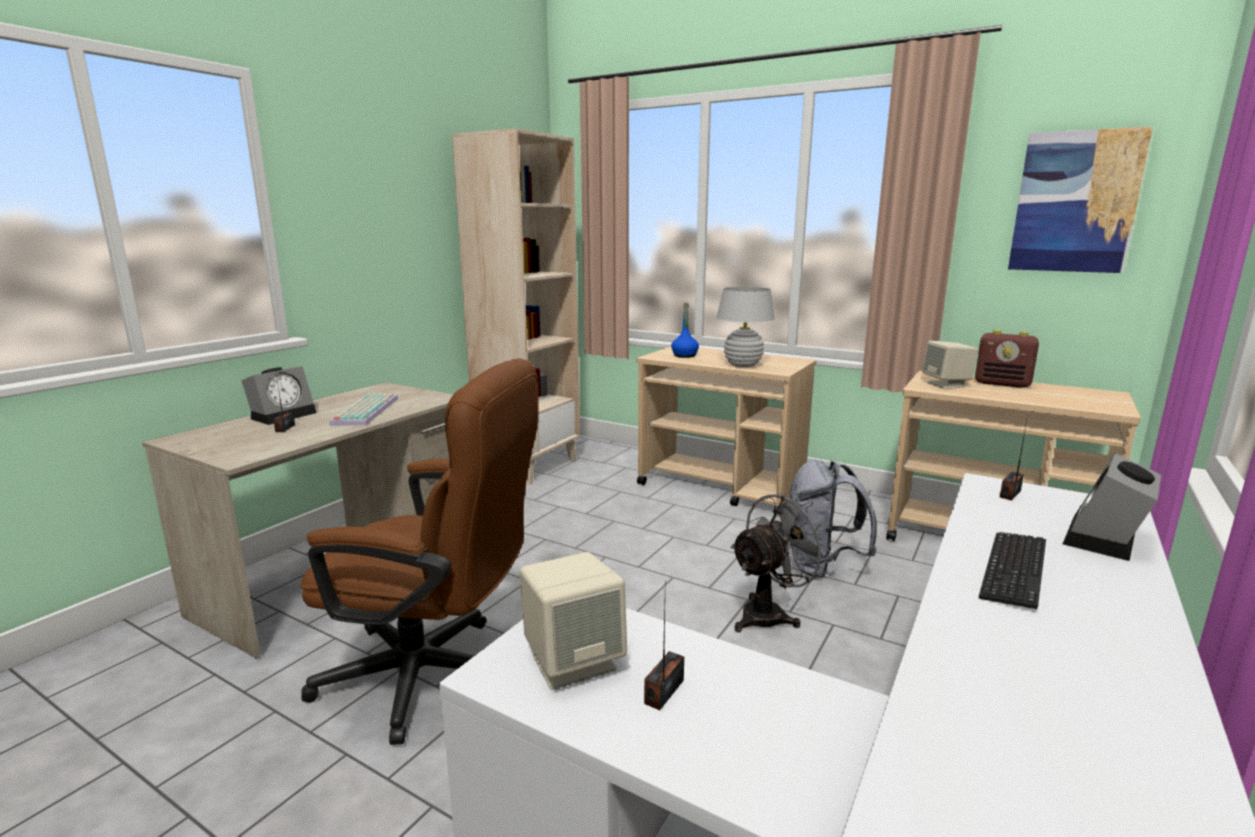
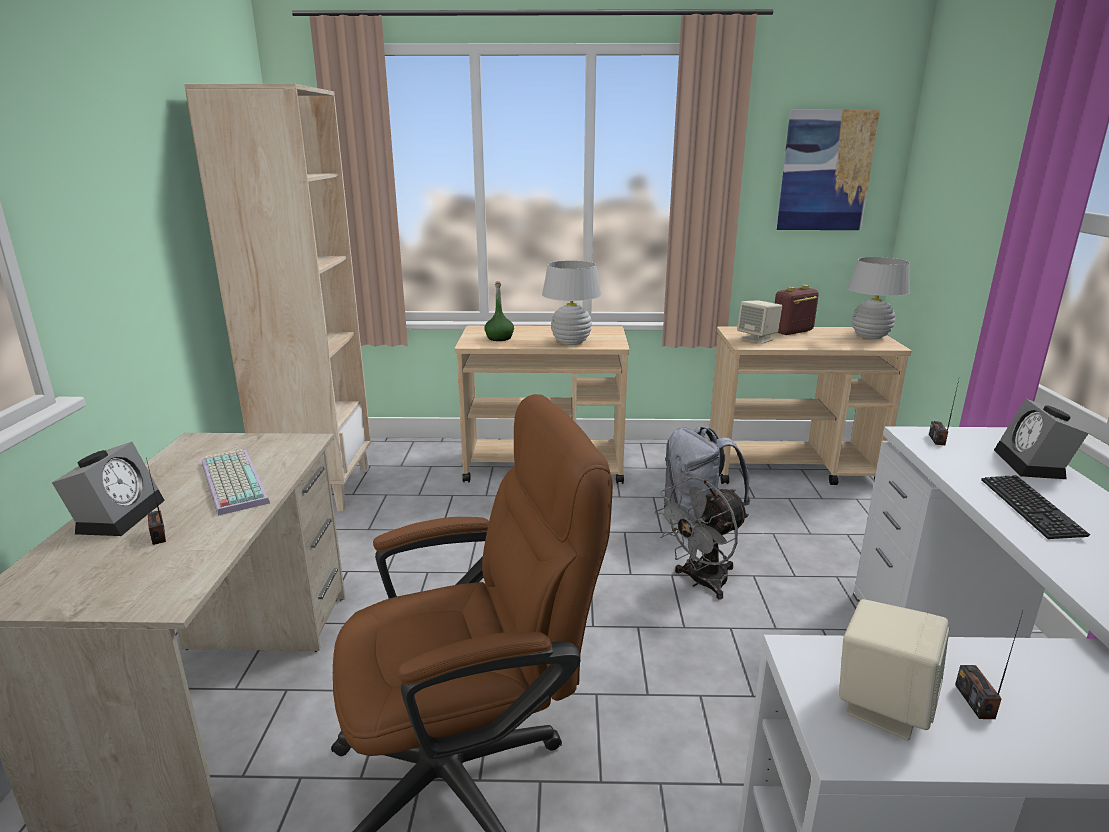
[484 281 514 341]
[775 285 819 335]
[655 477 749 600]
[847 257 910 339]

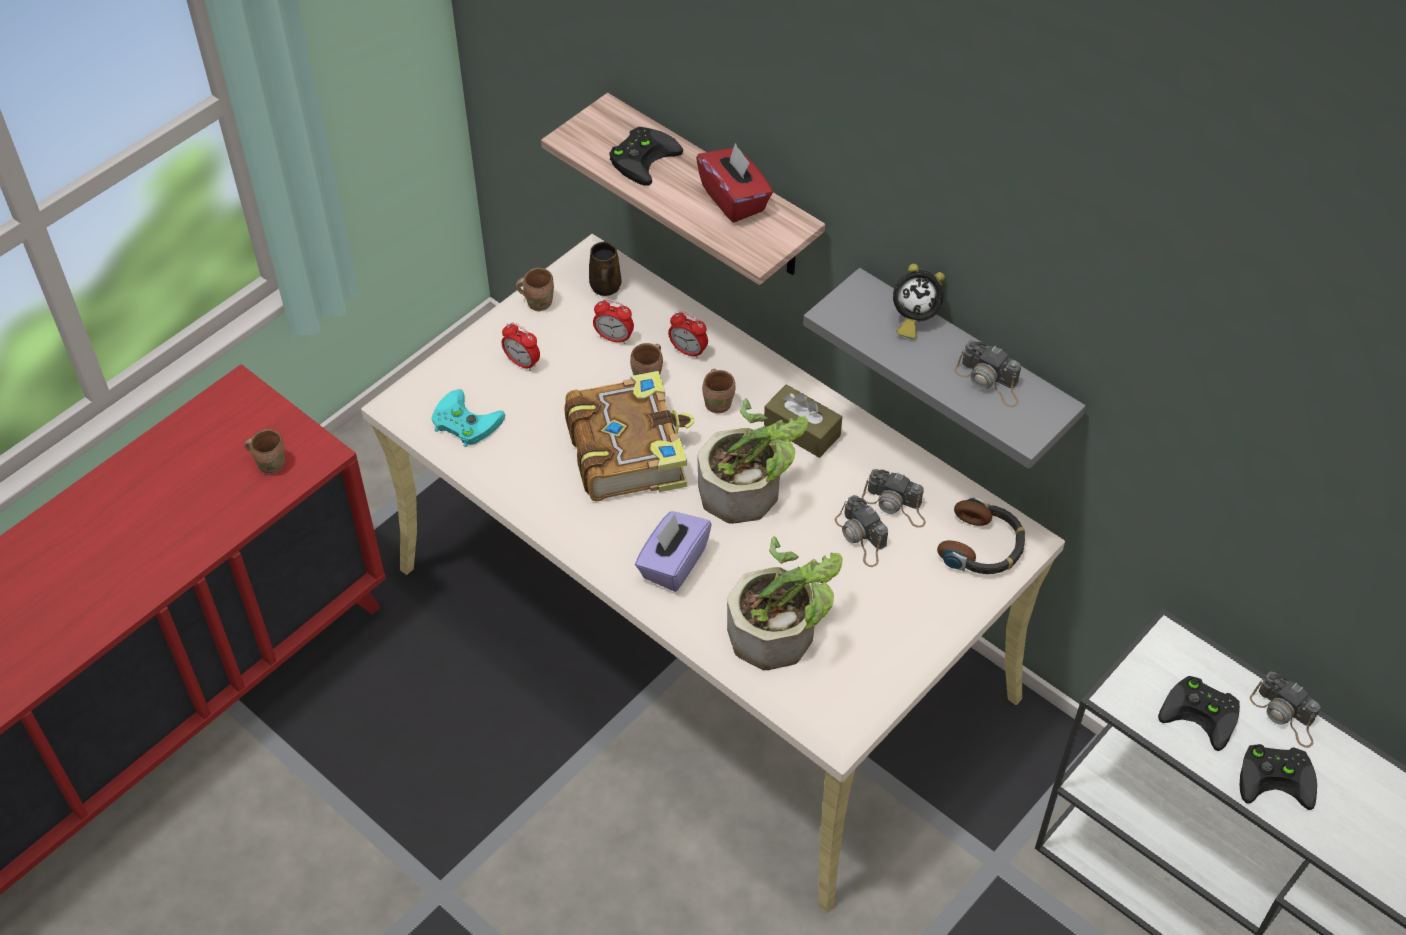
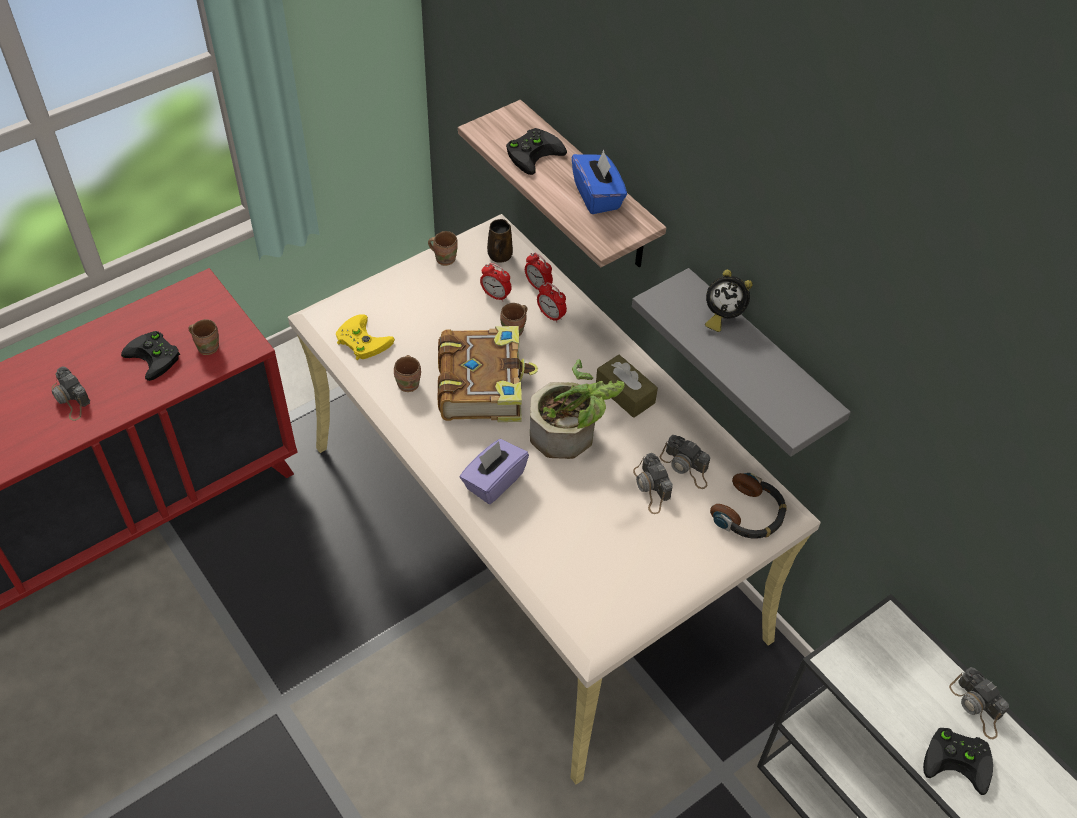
[572 150 627 214]
[525 253 553 290]
[52 366 90 421]
[394 355 421 392]
[336 314 395 360]
[727 536 843 670] (first image)
[121 331 180 381]

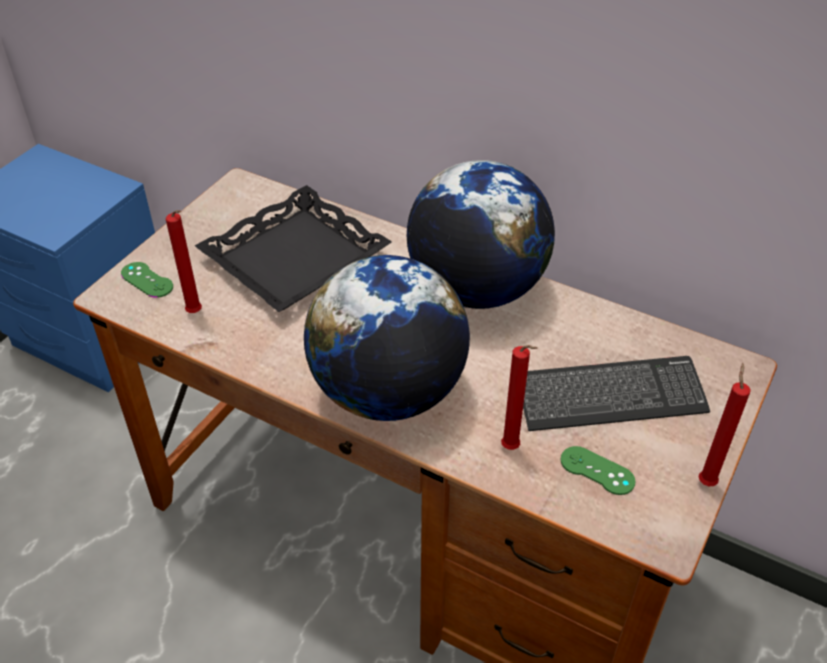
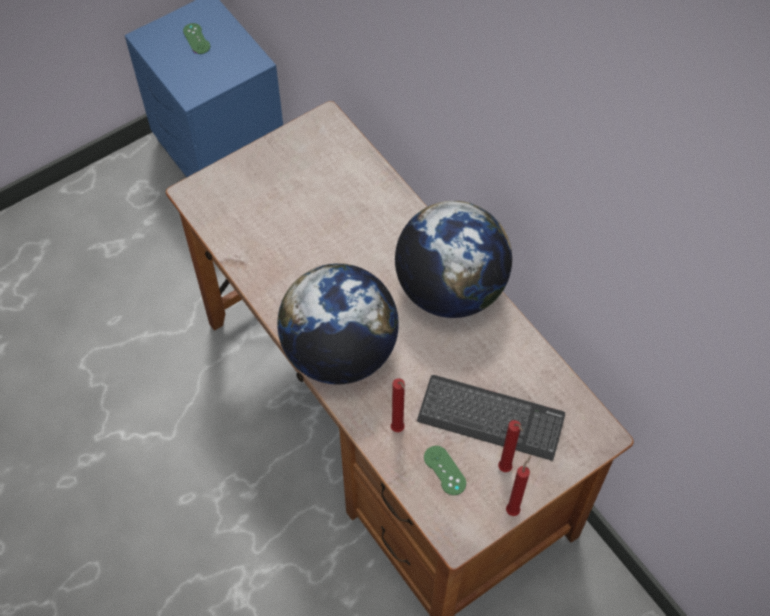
[195 185 392 312] (first image)
[498 420 523 472]
[183 23 210 54]

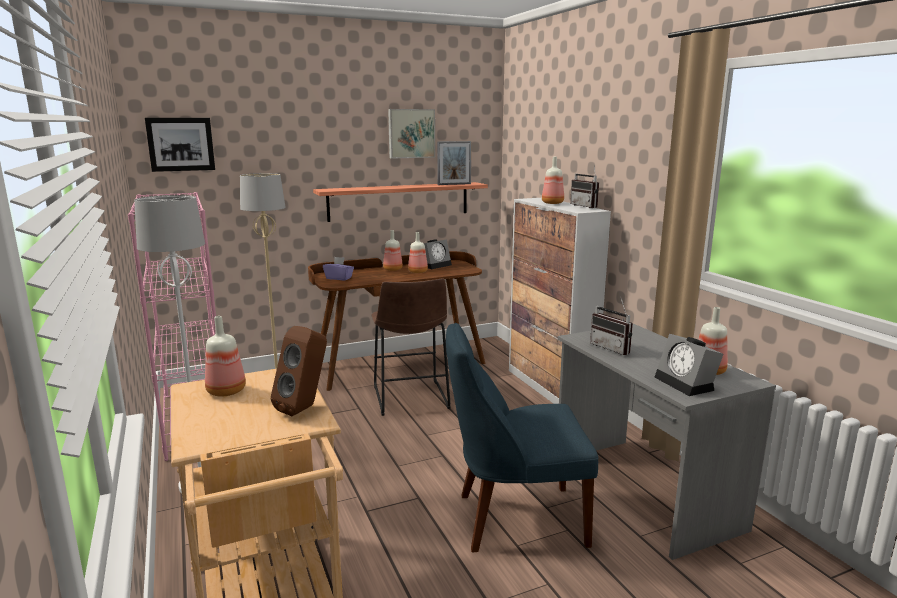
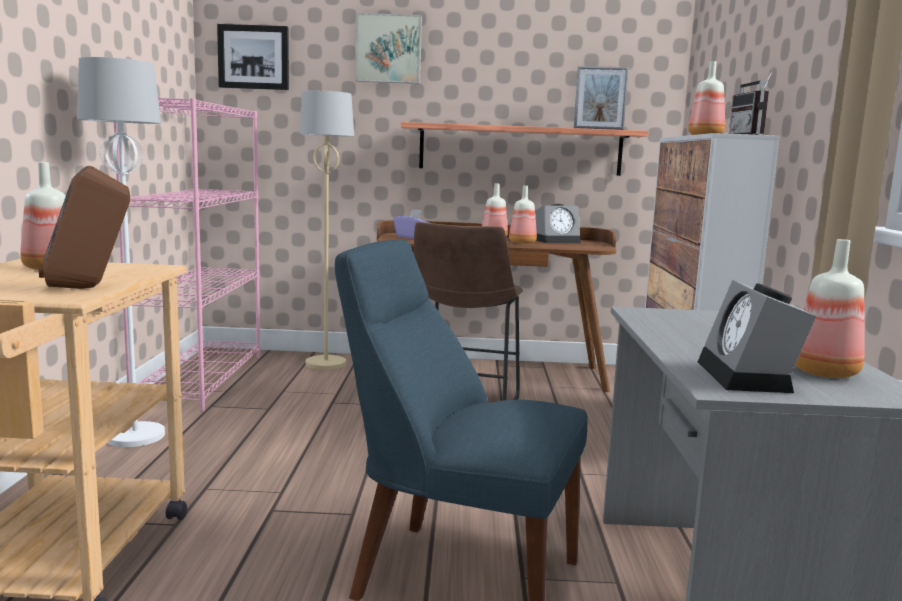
[355 13 422 84]
[590 296 633 355] (first image)

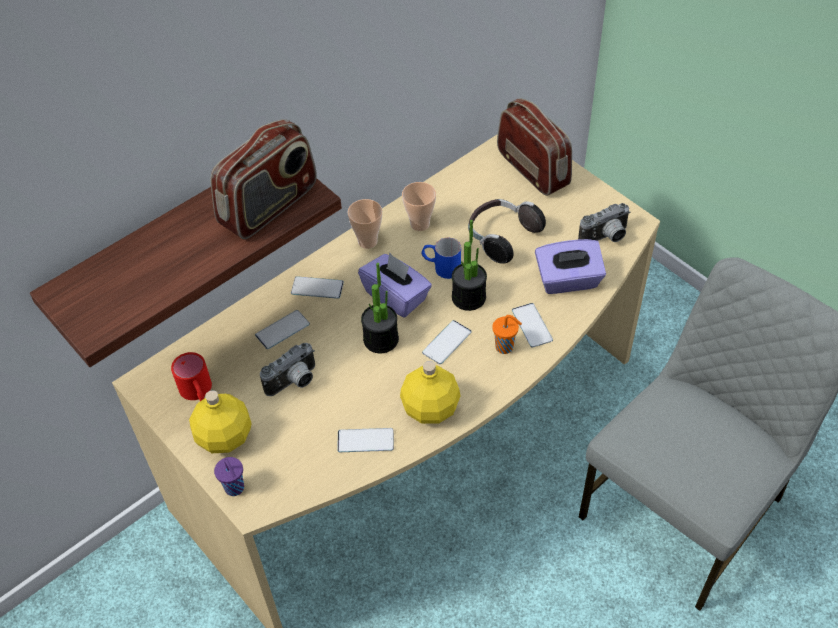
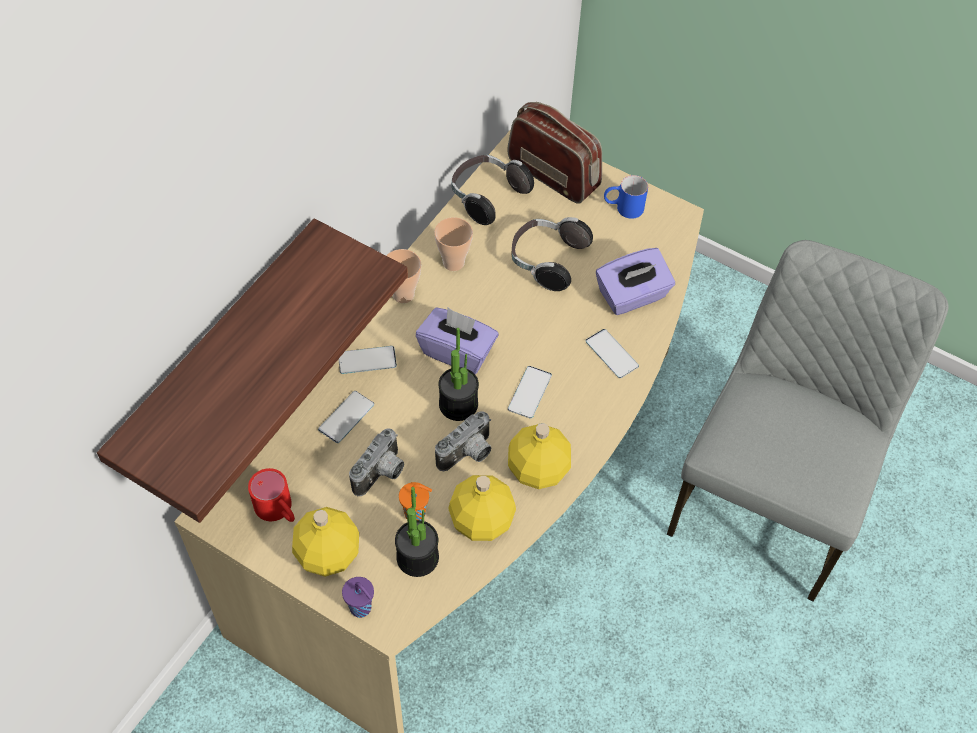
[211 119 317 240] (first image)
[435 411 491 472]
[395 487 439 577]
[604 175 648 219]
[399 482 432 521]
[448 475 516 541]
[451 155 534 225]

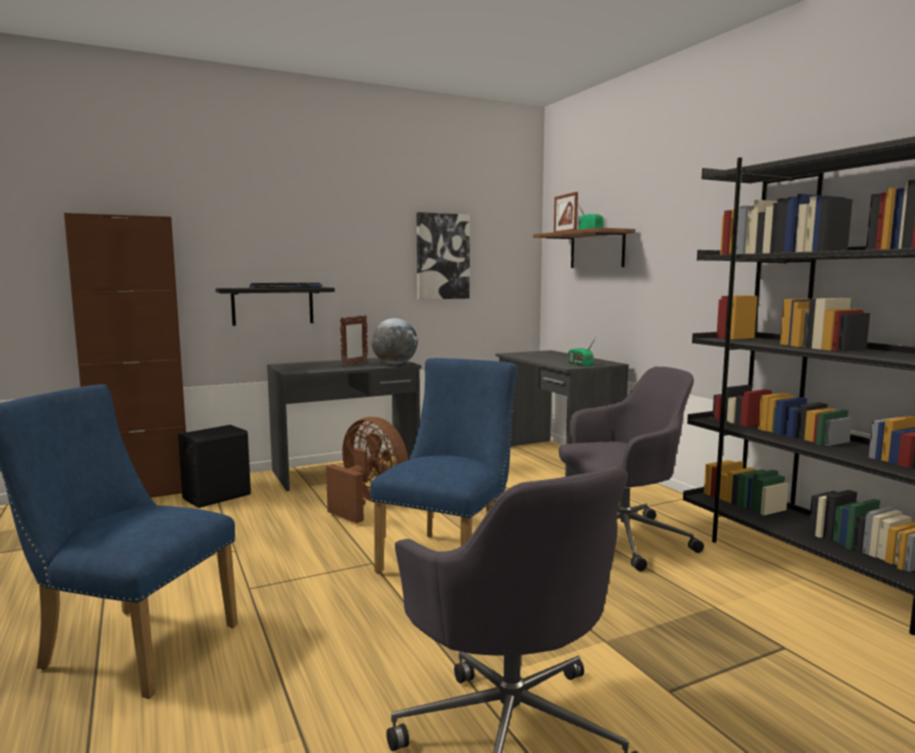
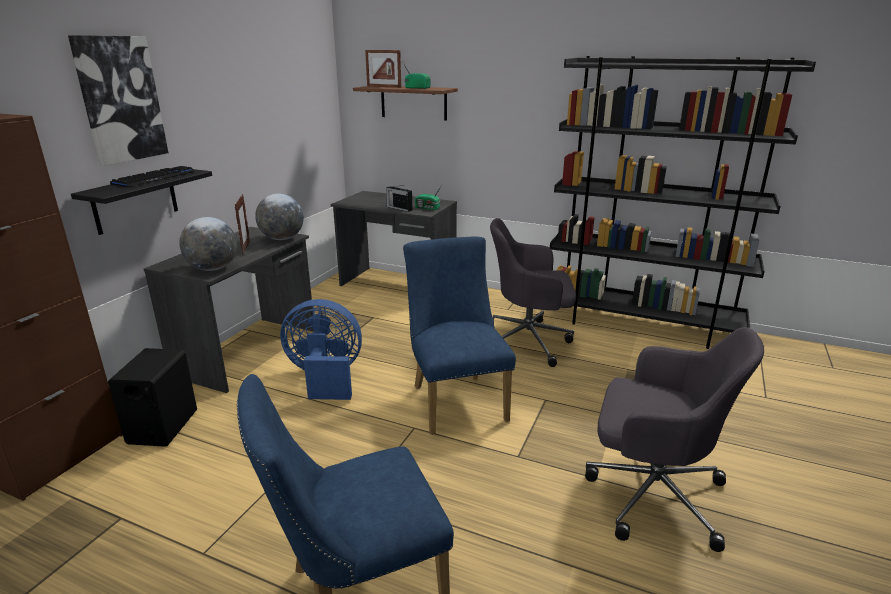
[68 35 168 166]
[490 218 576 367]
[280 299 362 400]
[386 185 412 212]
[179 217 237 271]

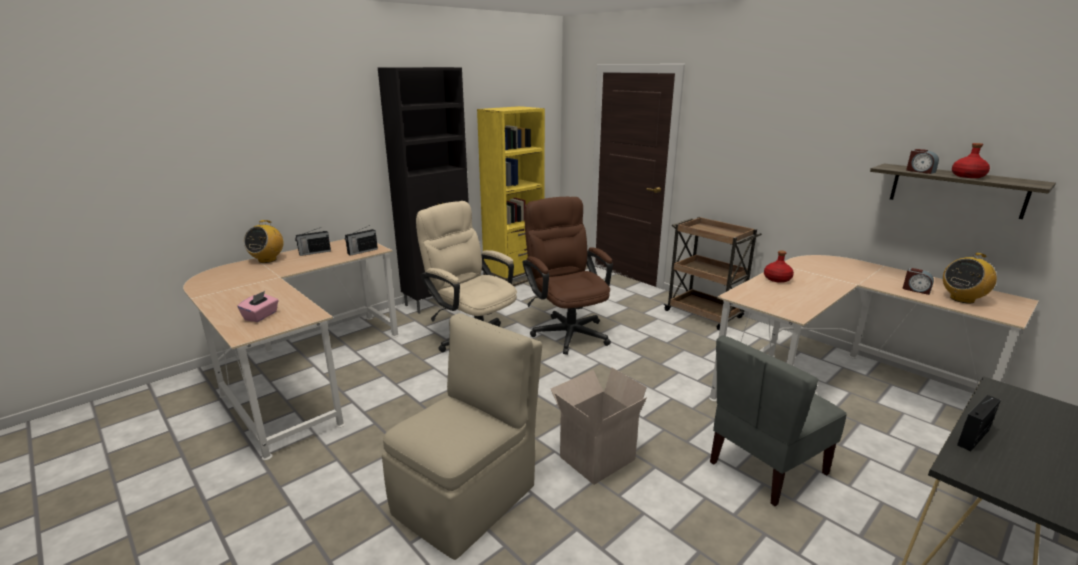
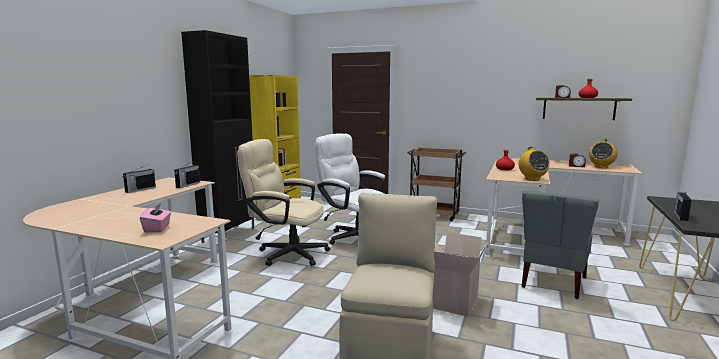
[315 133 385 245]
[519 146 550 181]

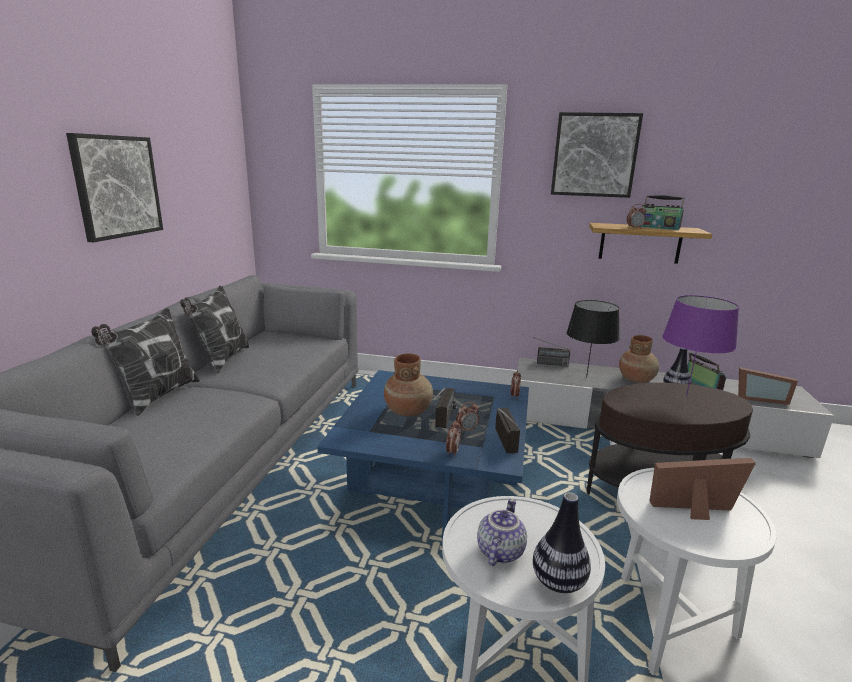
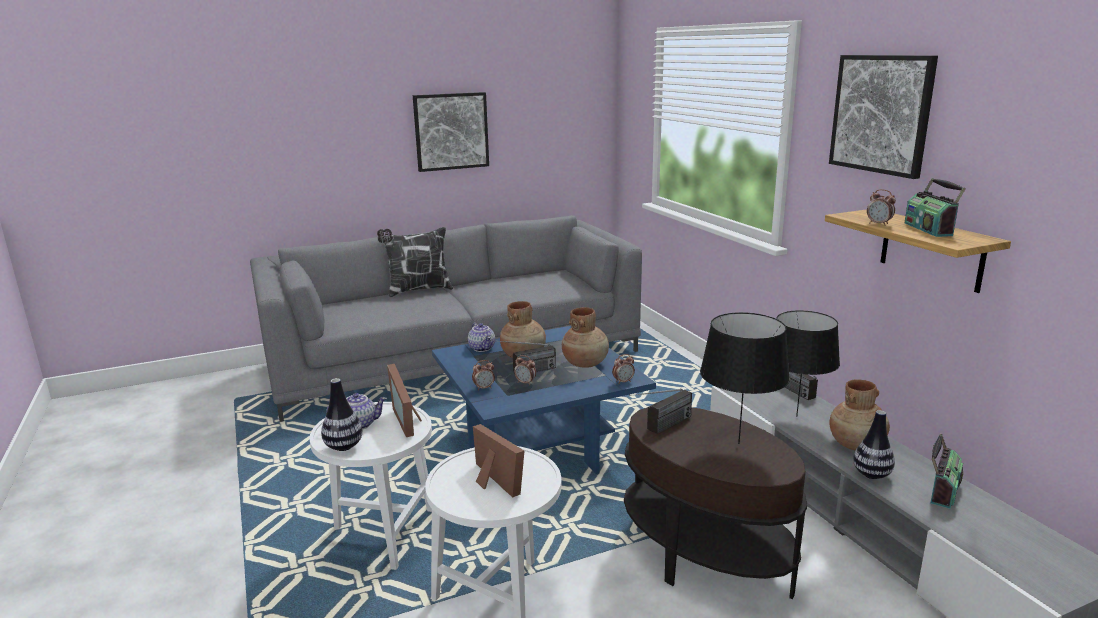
[180 285 249 373] (first image)
[700 312 790 444]
[387 364 422 437]
[629 389 692 434]
[562 307 609 368]
[468 323 495 352]

